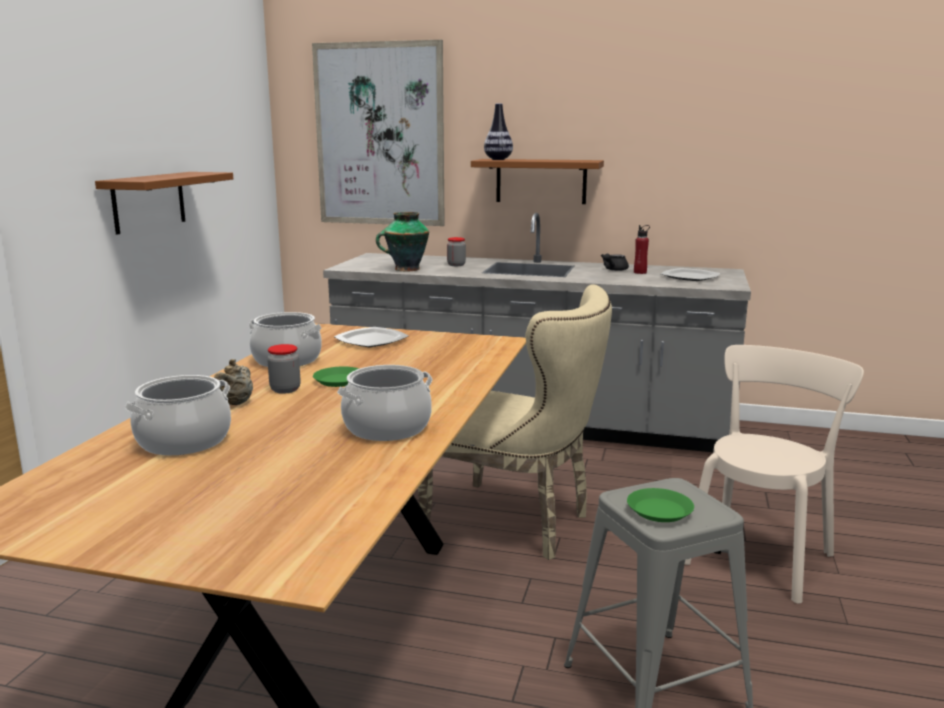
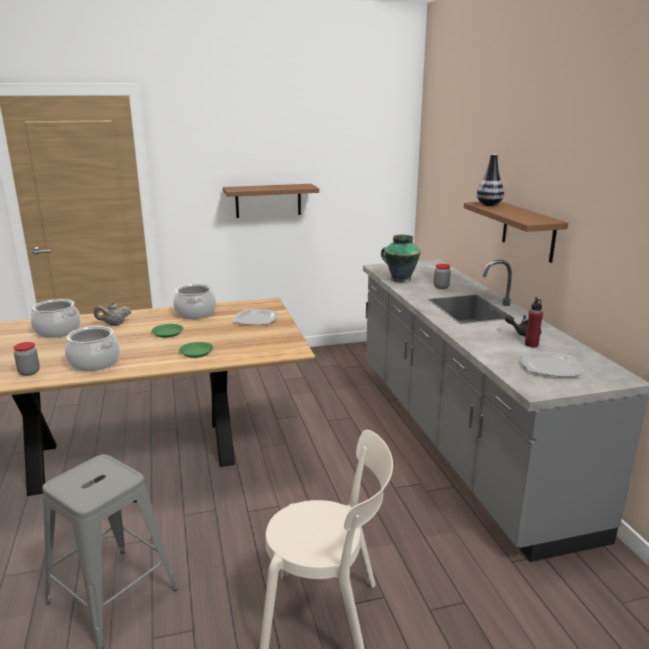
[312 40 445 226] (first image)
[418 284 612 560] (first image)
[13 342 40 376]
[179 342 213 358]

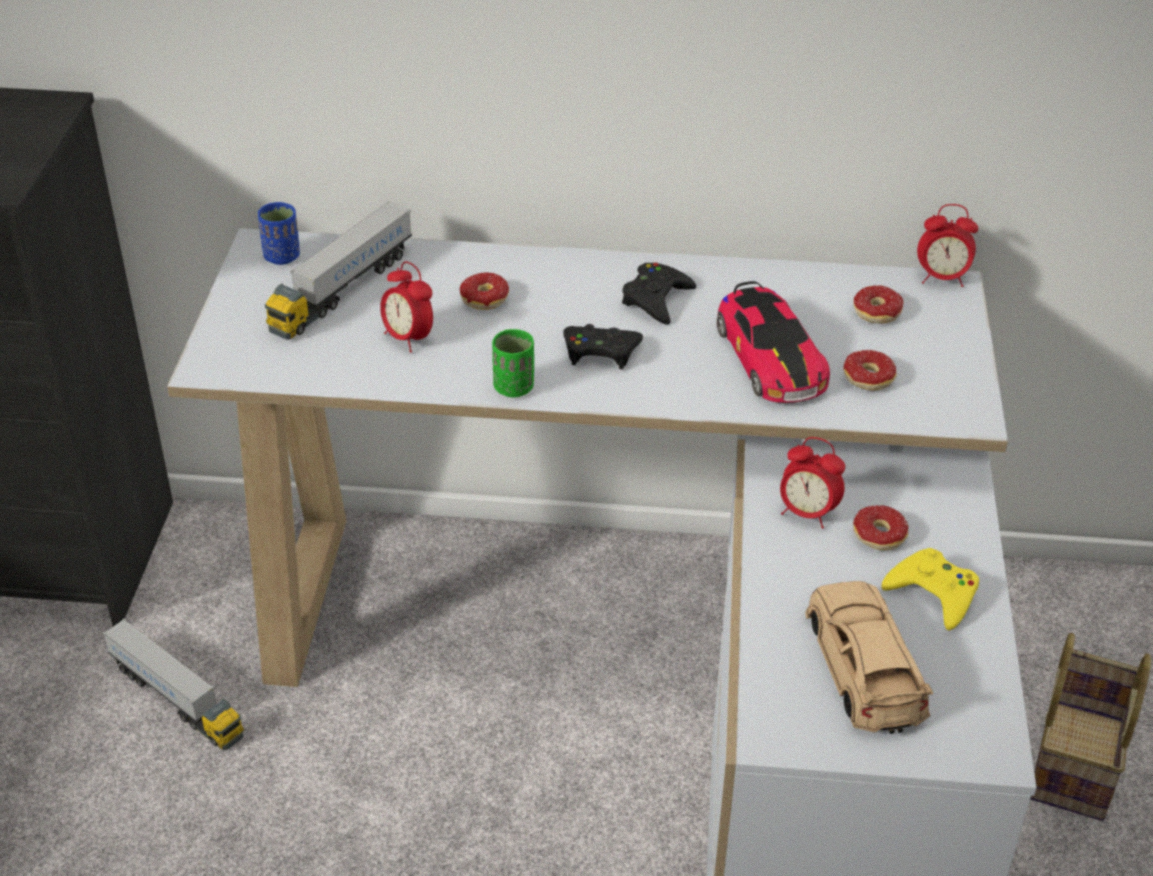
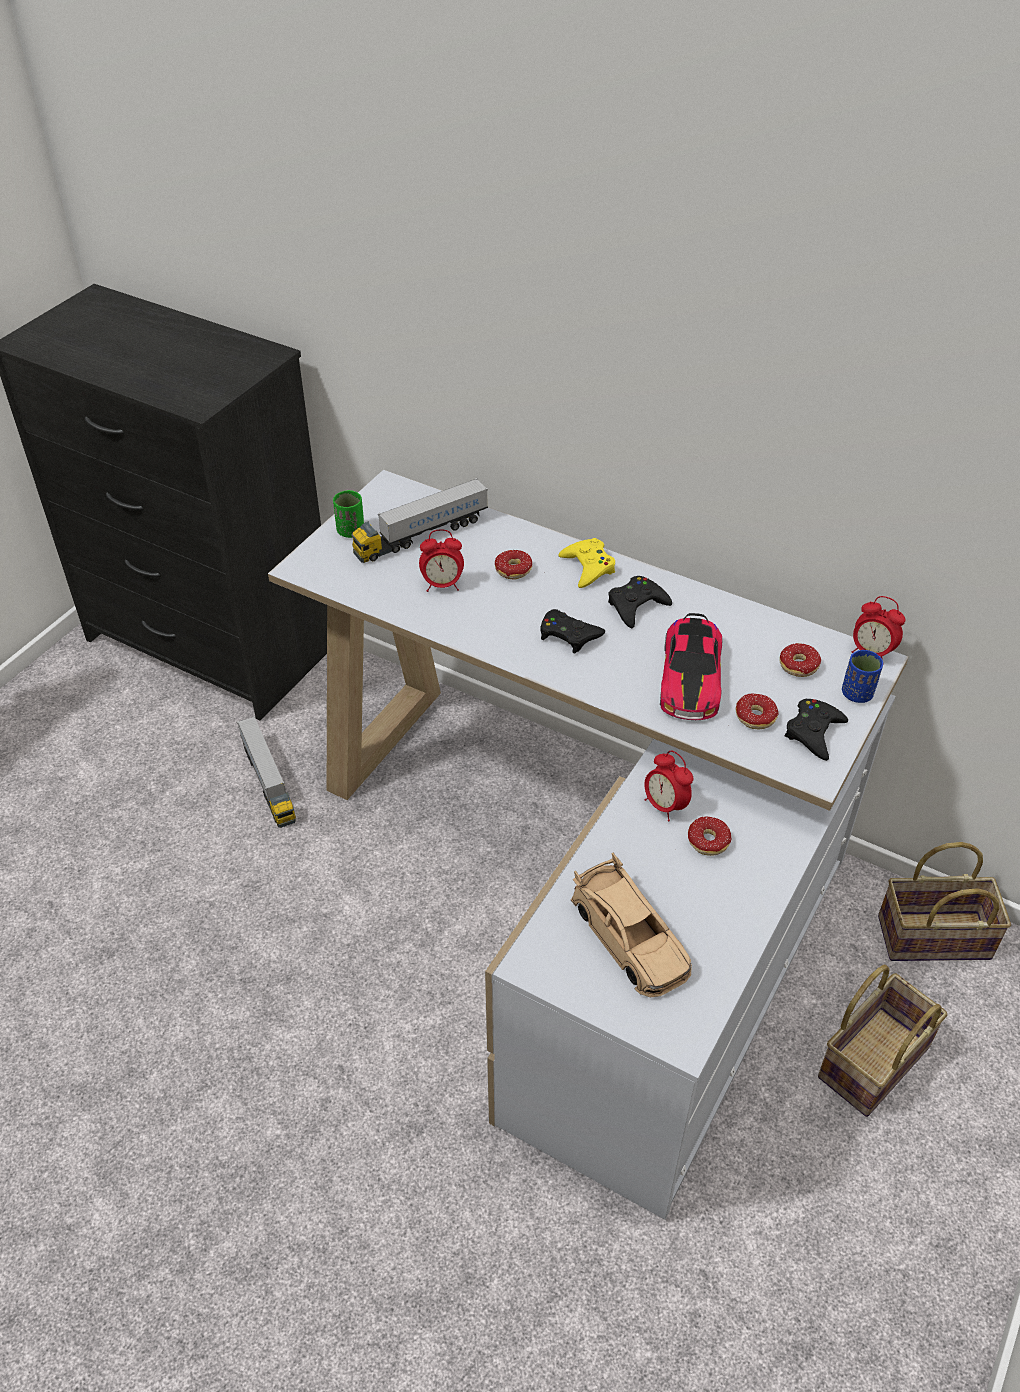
[842 650 883 703]
[419 529 464 592]
[333 490 364 538]
[558 538 615 588]
[571 853 692 998]
[784 699 848 761]
[878 842 1011 961]

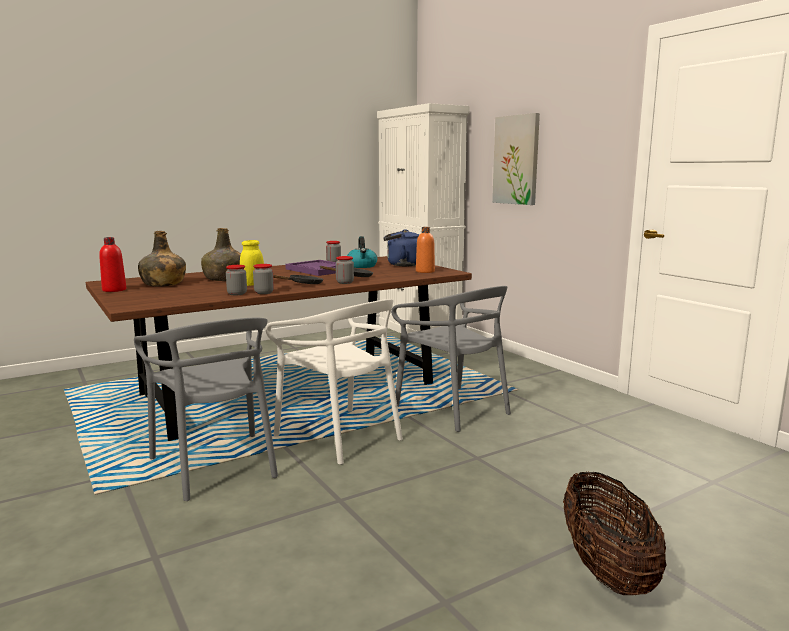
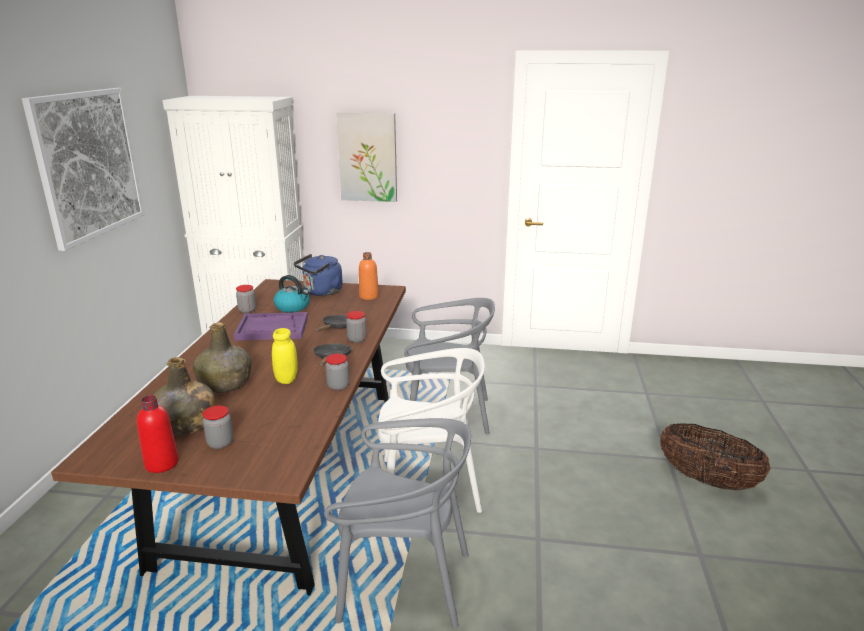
[203 405 233 449]
[22 88 145 251]

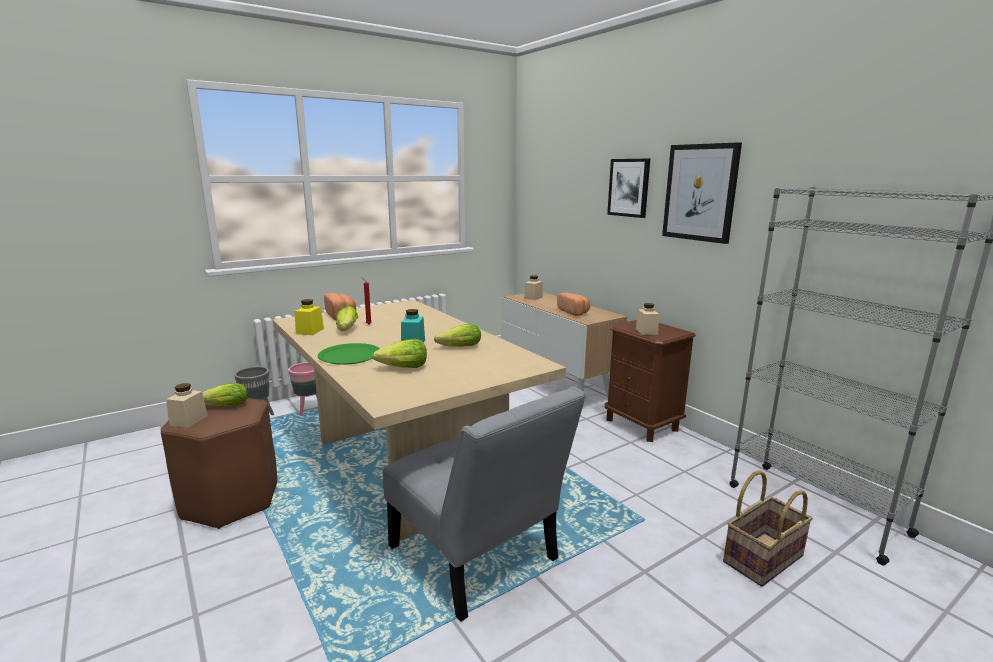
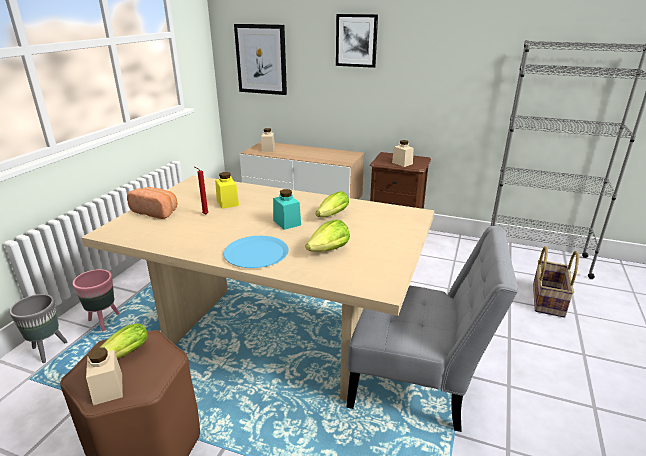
[234 24 287 95]
[557 293 590 316] (first image)
[215 172 239 209]
[336 306 358 331] (first image)
[224 236 289 268]

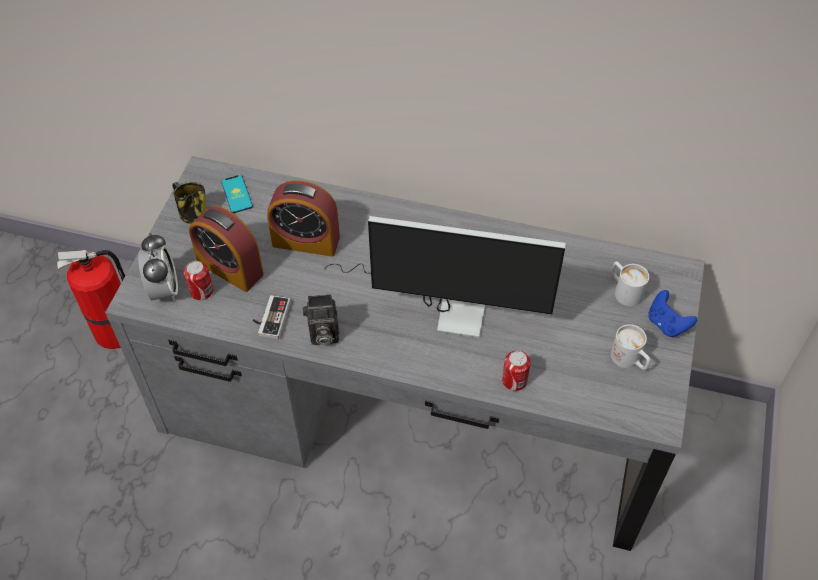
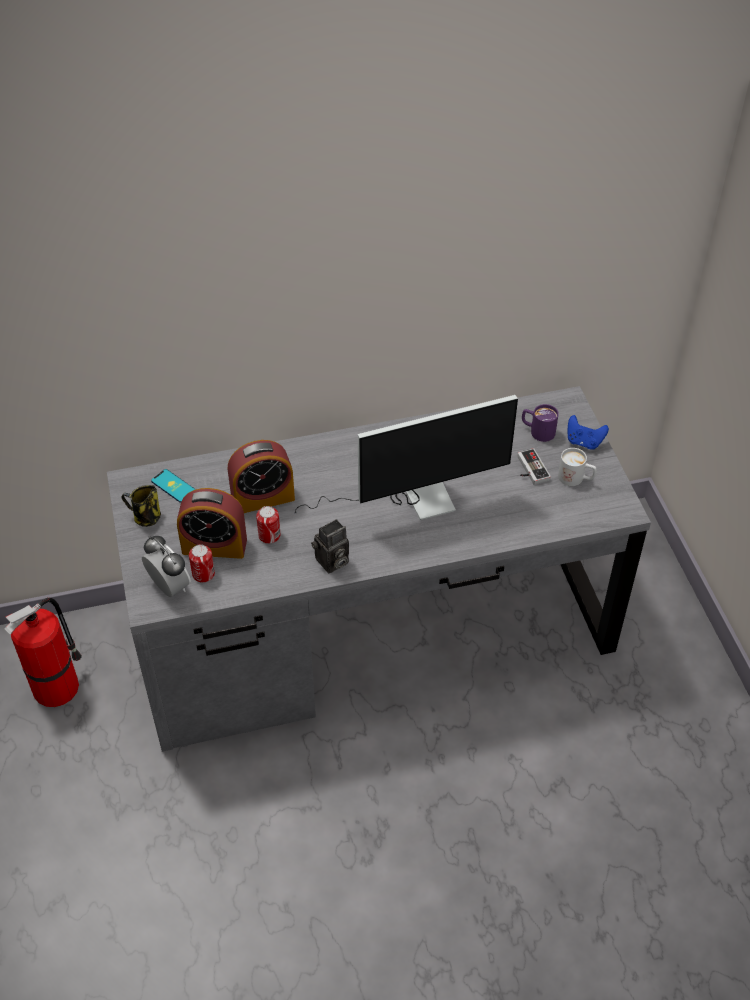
[522 404 559 442]
[517 448 551 485]
[256 506 281 544]

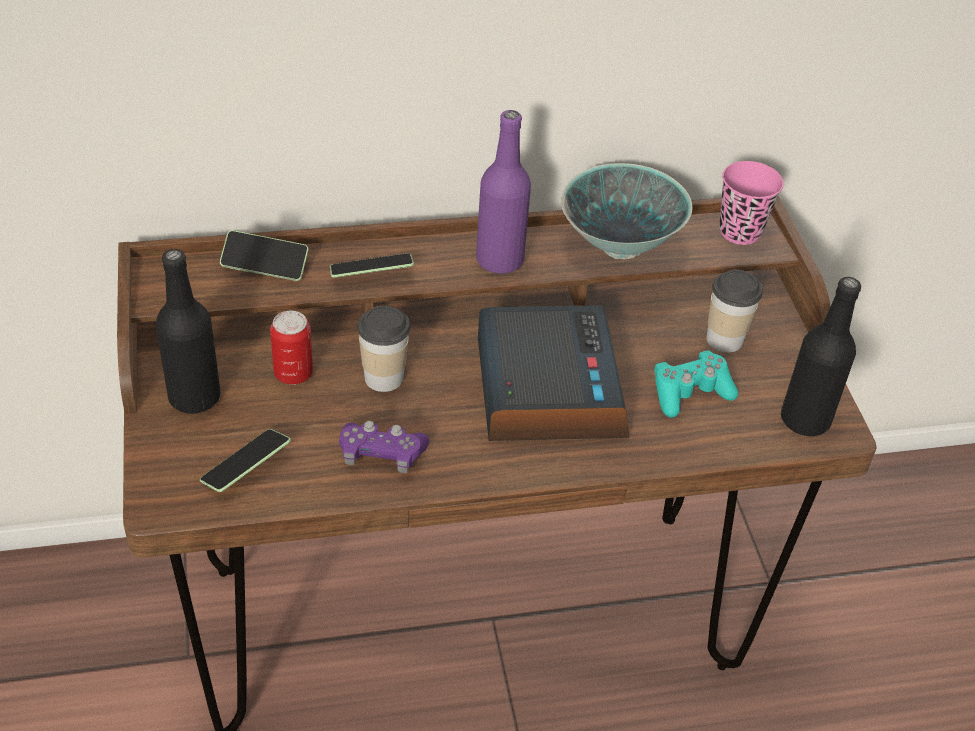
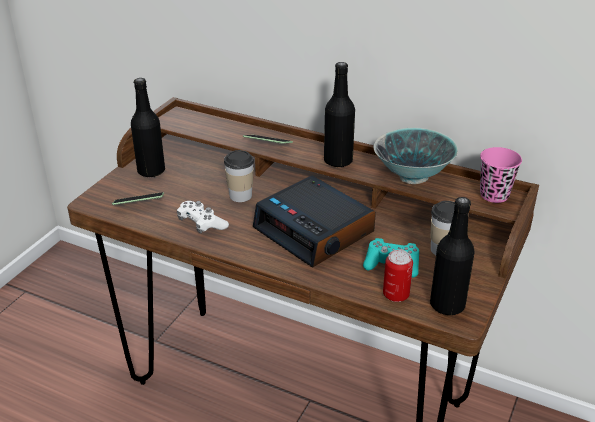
[324 62 355 167]
[220 230 308 281] (first image)
[253 176 376 267]
[383 250 413 302]
[177 201 229 233]

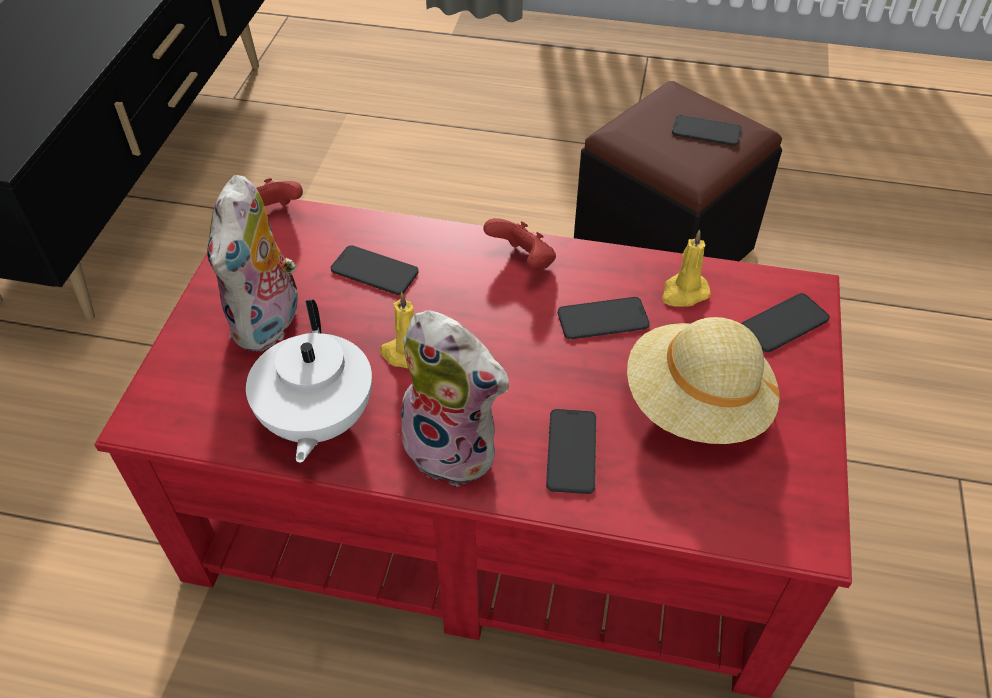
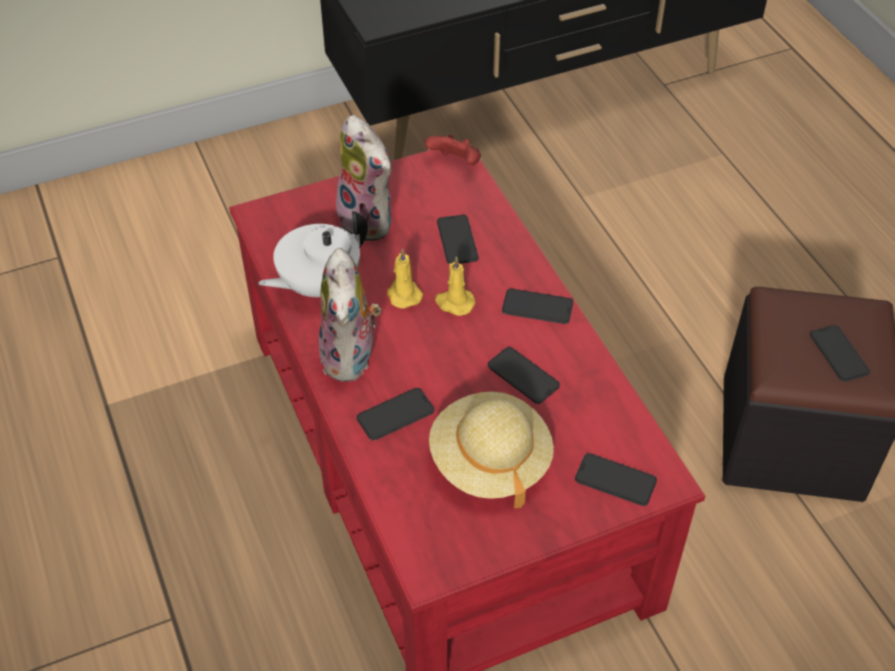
[336 115 393 241]
[502 289 573 324]
[435 256 476 316]

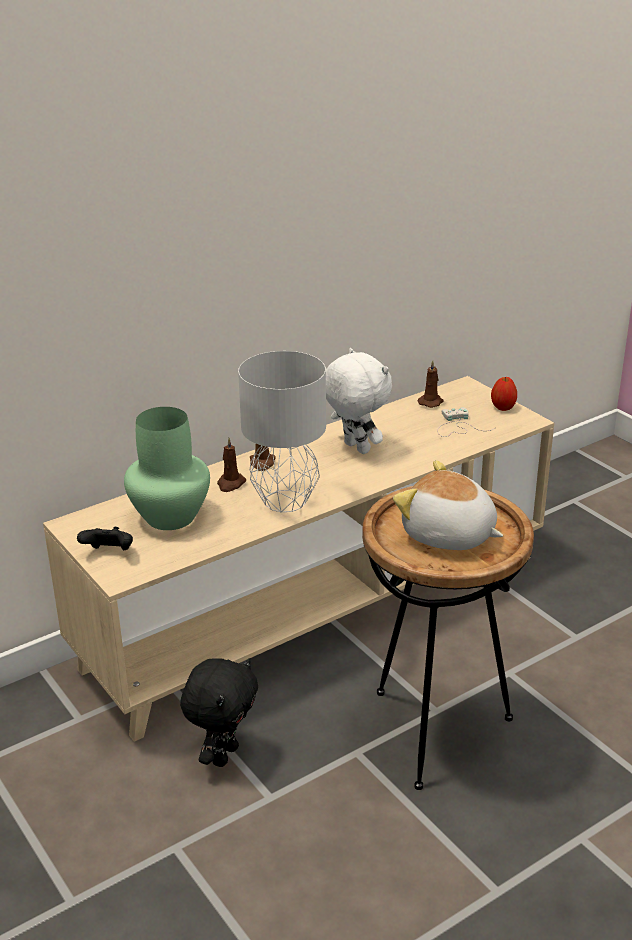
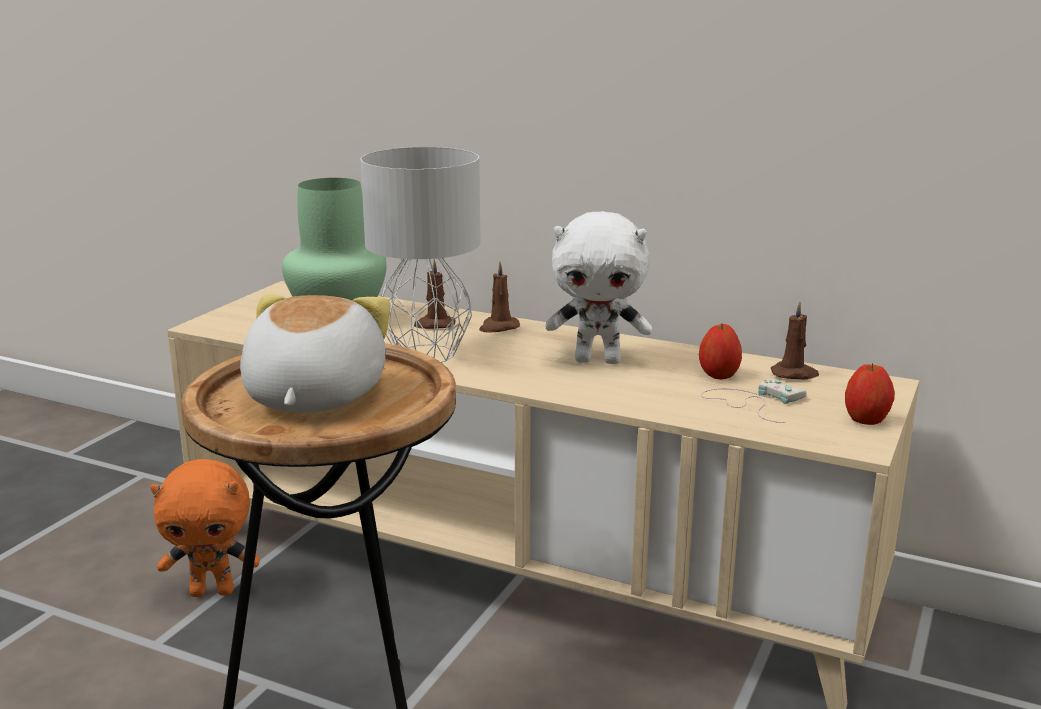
[545 211 652 364]
[77 527 133 550] (first image)
[150 459 260 597]
[699 323 742 379]

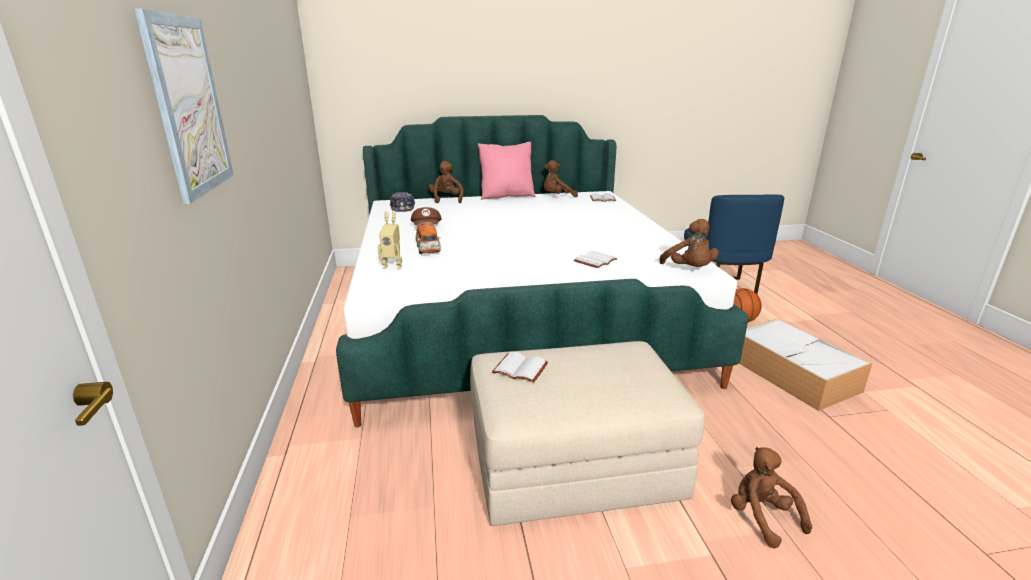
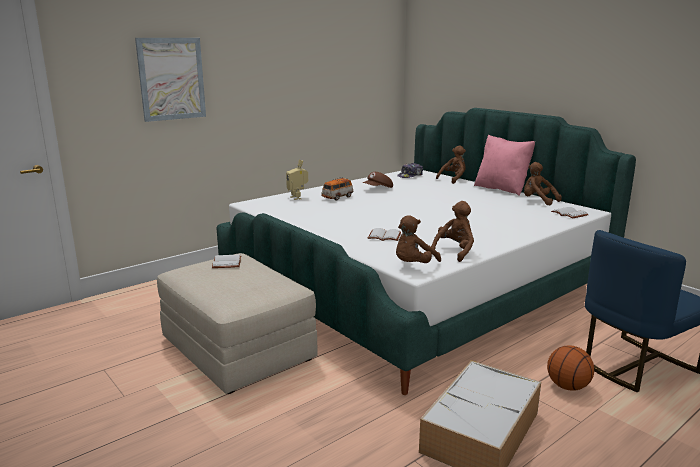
[431 201 474 262]

